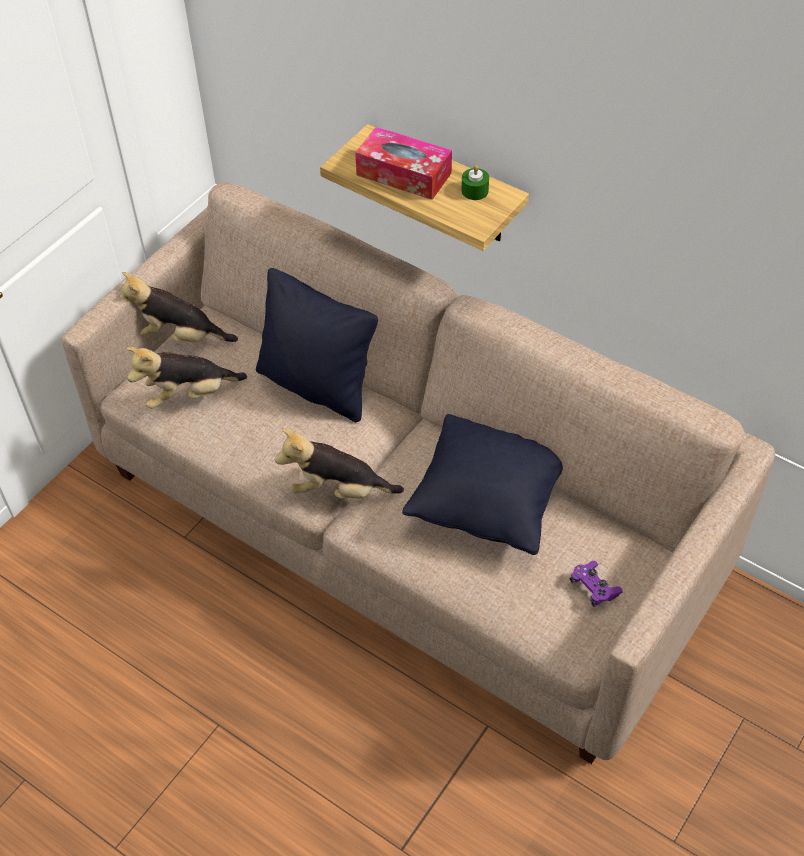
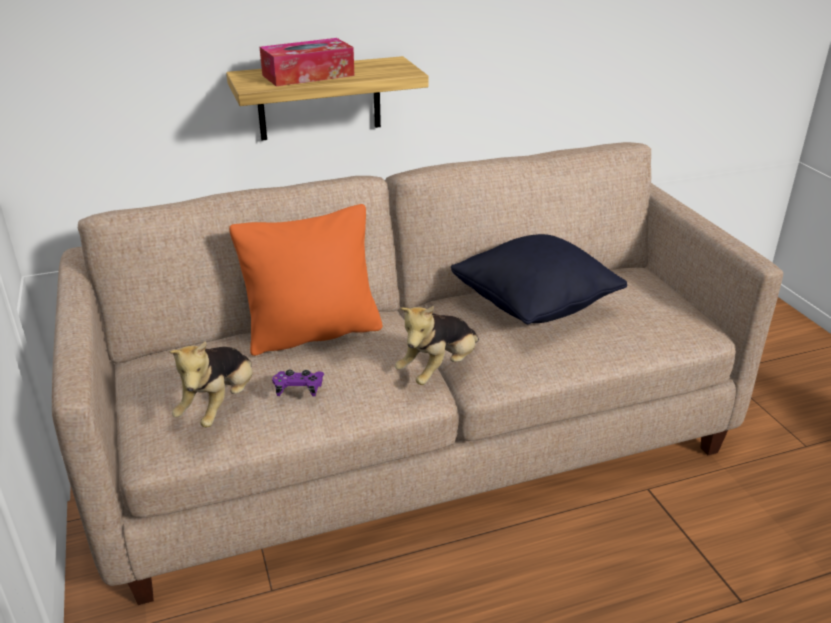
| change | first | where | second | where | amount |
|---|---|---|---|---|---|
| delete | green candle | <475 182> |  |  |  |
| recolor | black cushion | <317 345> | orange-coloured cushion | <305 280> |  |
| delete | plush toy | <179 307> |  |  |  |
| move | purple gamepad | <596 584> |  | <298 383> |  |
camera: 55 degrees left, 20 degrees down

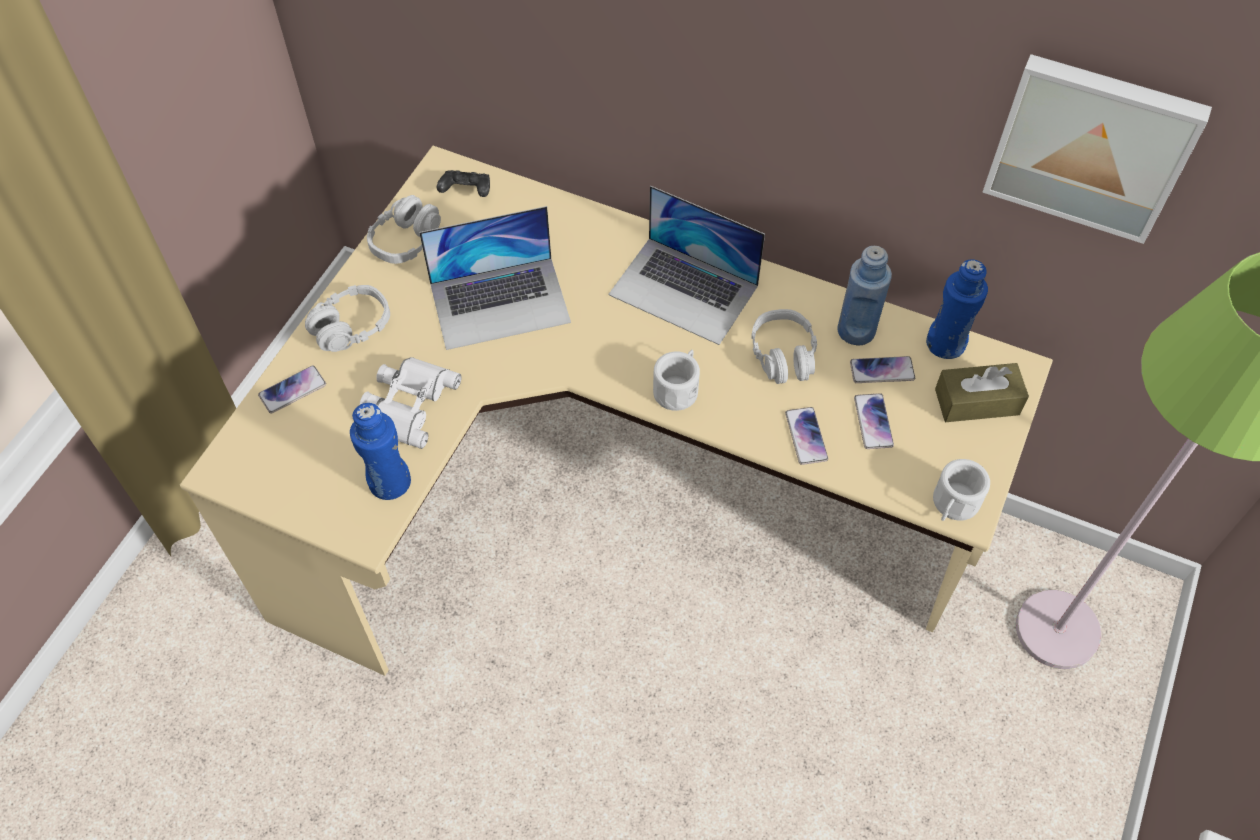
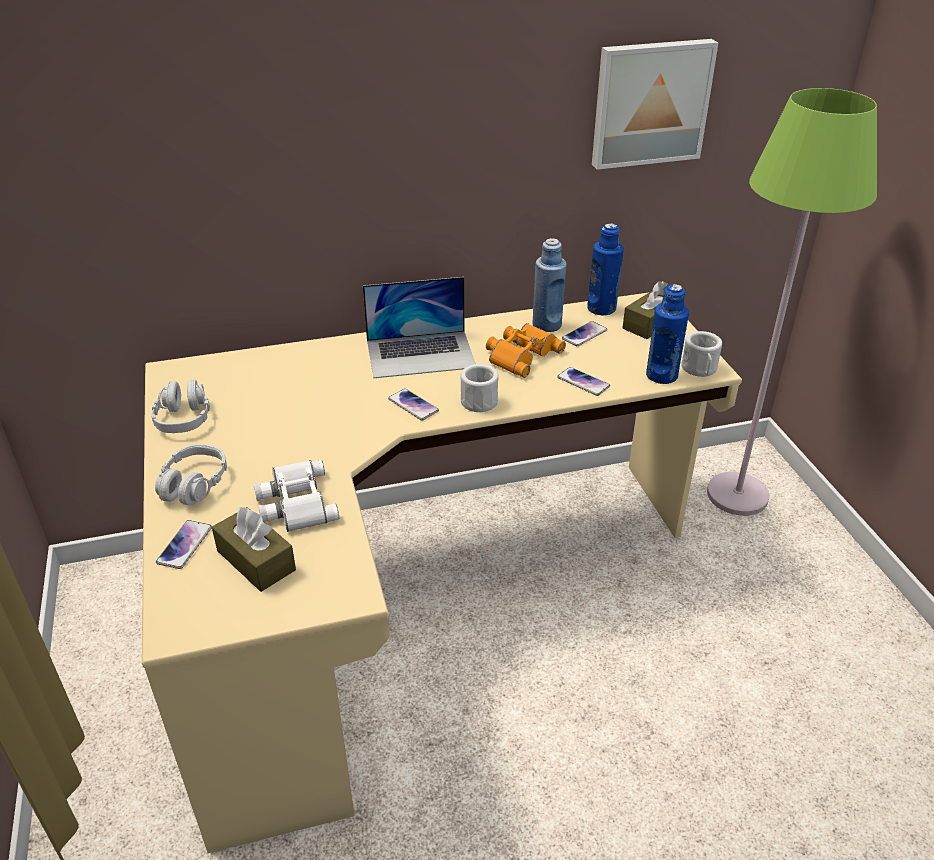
| change | first | where | second | where | amount |
|---|---|---|---|---|---|
| delete | black gamepad | <463 183> |  |  |  |
| delete | portable computer | <495 278> |  |  |  |
| replace | grey headphones | <784 346> | orange-coloured field glasses | <526 350> |  |
| move | telephone | <874 421> |  | <413 405> |  |
| move | blue drink bottle | <380 451> |  | <667 334> |  |
| insert |  |  | brown tissue box | <254 549> |  |
camera: 40 degrees left, 20 degrees down

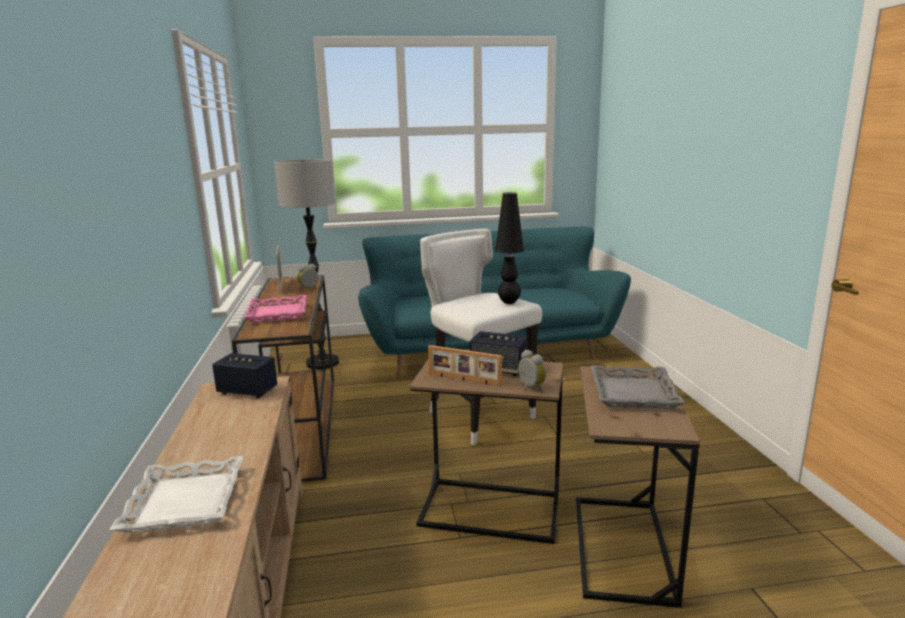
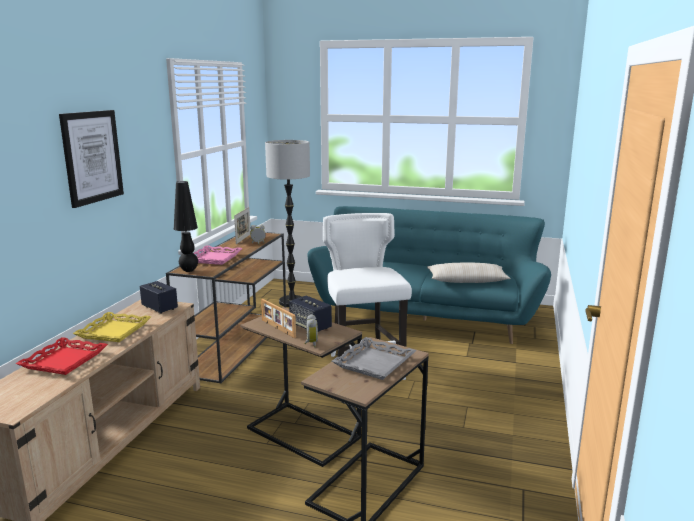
| change | first | where | second | where | amount |
|---|---|---|---|---|---|
| move | black table lamp | <509 248> |  | <186 226> |  |
| recolor | whitish tray | <177 494> | red-coloured tray | <62 356> |  |
| insert |  |  | wall picture | <91 159> |  |
| insert |  |  | beige cushion | <469 272> |  |
| insert |  |  | yellow tray | <112 327> |  |
camera: 25 degrees right, 0 degrees up

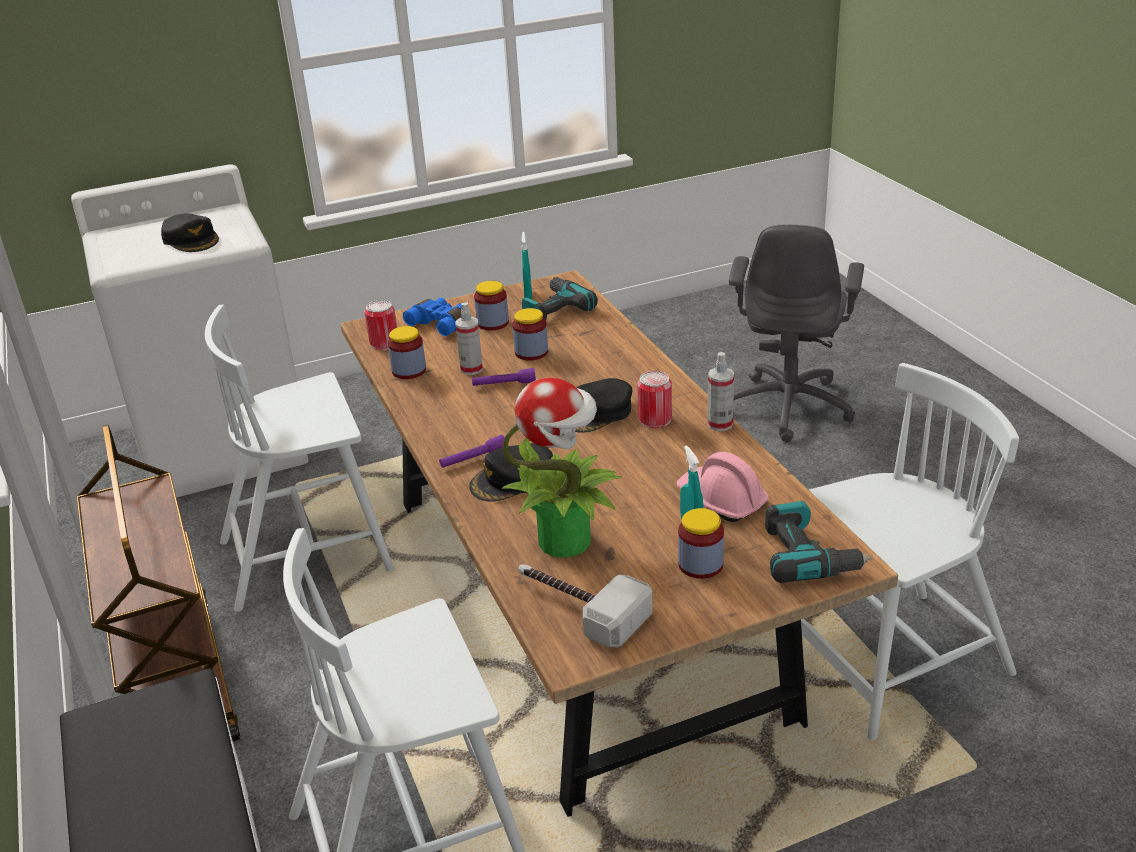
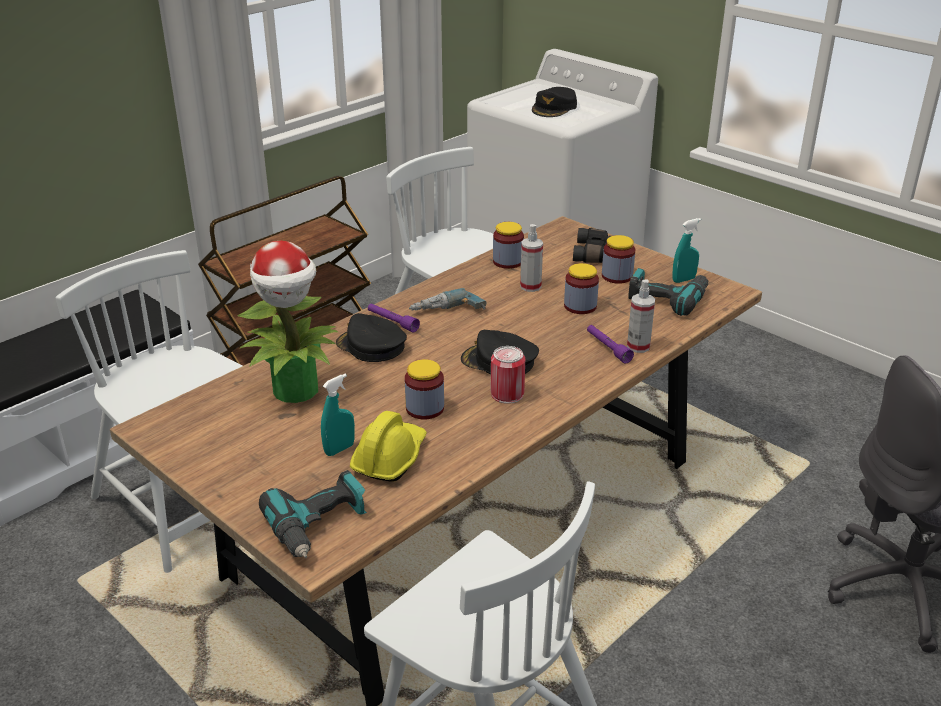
| change | first | where | second | where | amount |
|---|---|---|---|---|---|
| recolor | blue field glasses | <432 317> | black field glasses | <592 245> |  |
| delete | sealed can | <380 325> |  |  |  |
| move | spray bottle | <720 391> |  | <641 316> |  |
| move | purple torch | <504 377> |  | <610 344> |  |
| recolor | pinkish safety helmet | <723 487> | yellow safety helmet | <388 446> |  |
| move | storage jar | <701 543> |  | <424 389> |  |
| delete | hand hammer | <585 606> |  |  |  |
| insert |  |  | power drill | <447 299> |  |
camera: 65 degrees right, 0 degrees up

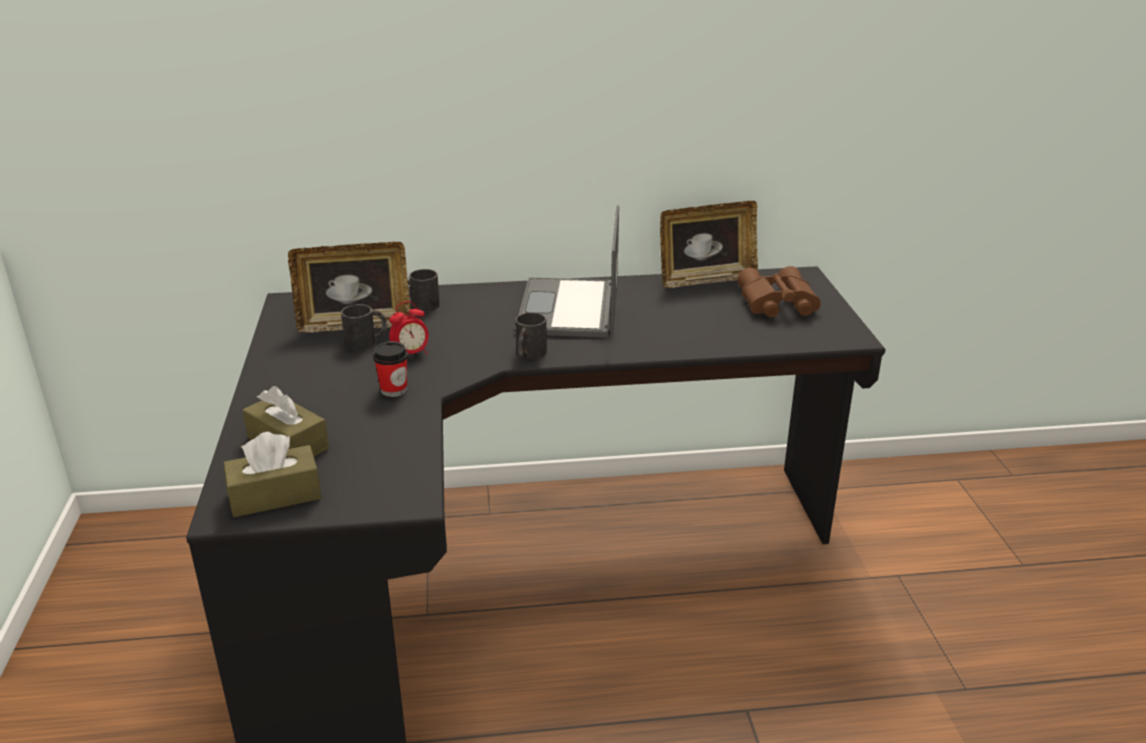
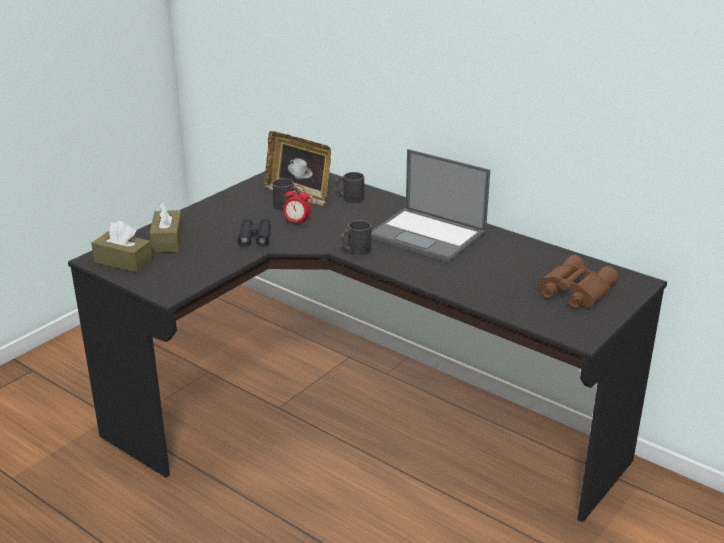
| change | first | where | second | where | amount |
|---|---|---|---|---|---|
| delete | photo frame | <709 244> |  |  |  |
| rotate | portable computer | <567 271> |  | <430 206> | 105 degrees counterclockwise |
| replace | cup | <390 369> | black field glasses | <254 233> |  |
camera: 45 degrees right, 0 degrees up

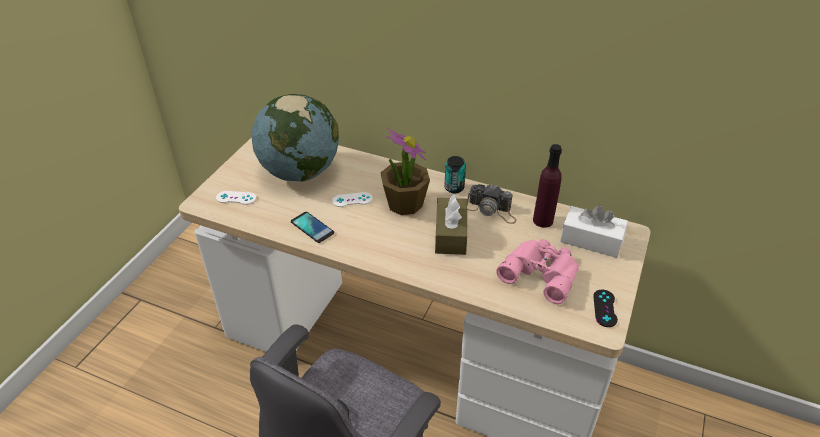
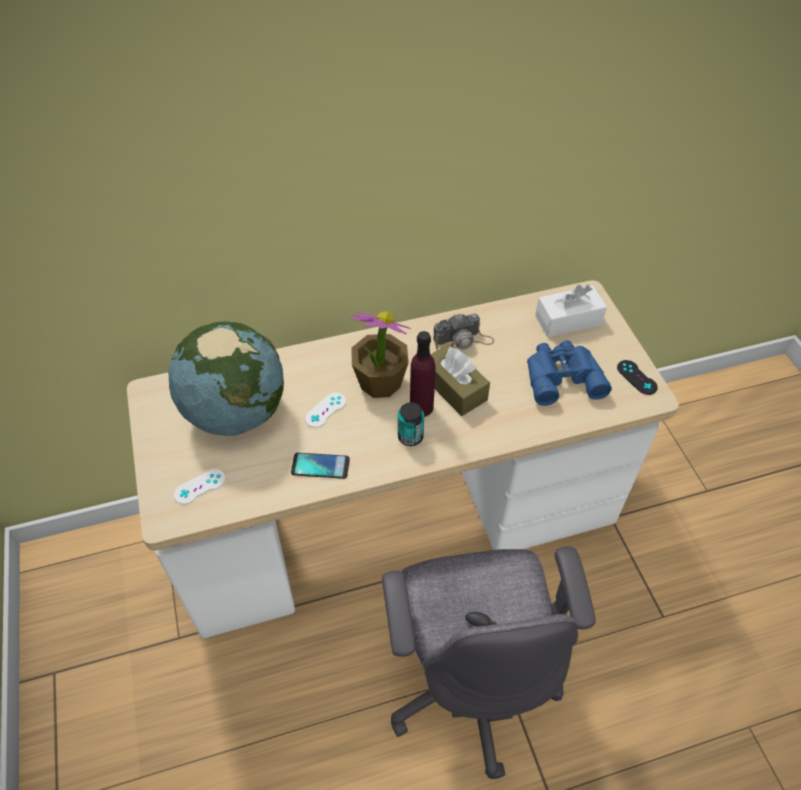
| change | first | where | second | where | amount |
|---|---|---|---|---|---|
| move | purple drink bottle | <547 186> |  | <422 374> |  |
| move | sealed can | <455 175> |  | <411 424> |  |
| recolor | pinkish field glasses | <537 271> | blue field glasses | <569 373> |  |
camera: 40 degrees left, 10 degrees up

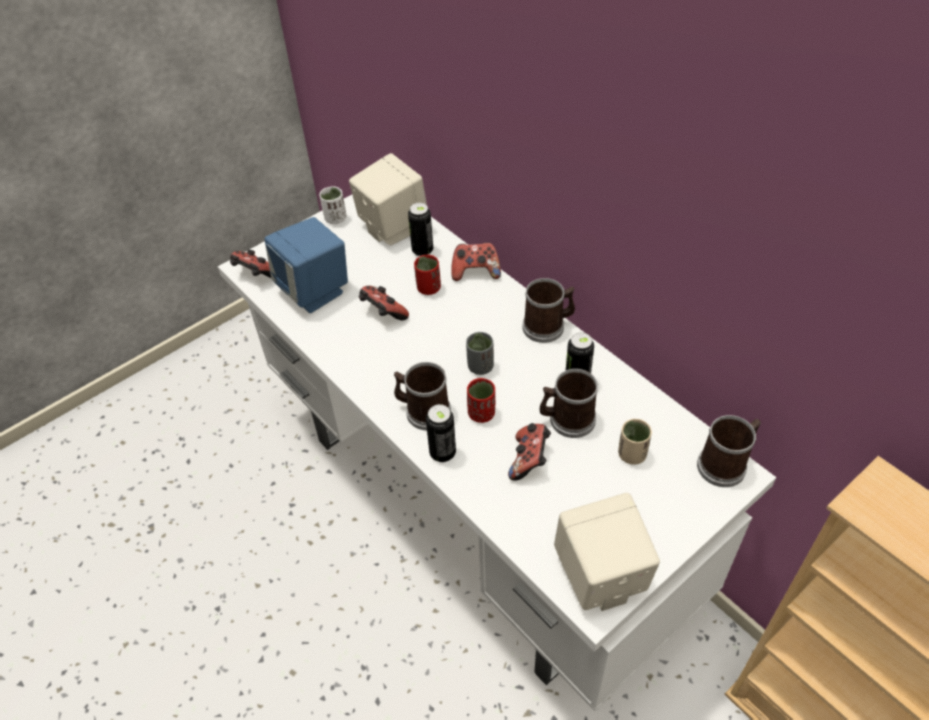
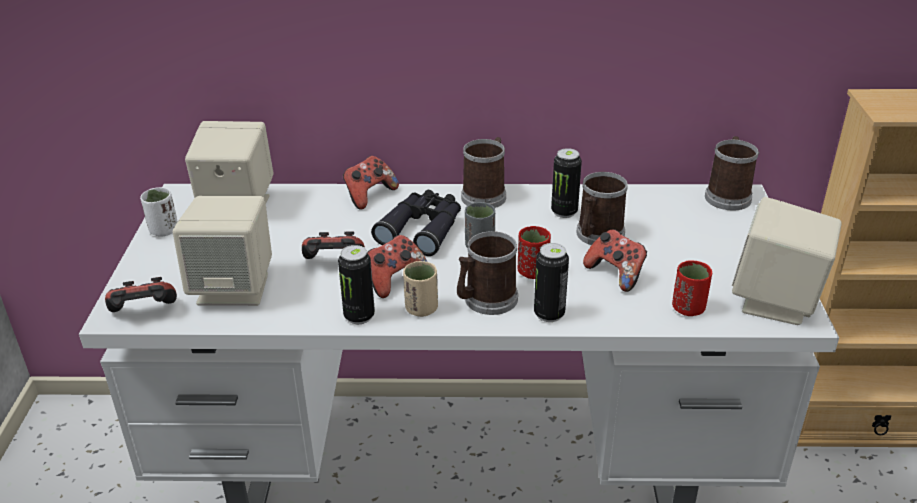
| change | first | where | second | where | amount |
|---|---|---|---|---|---|
| move | sealed can | <420 229> |  | <356 284> |  |
| recolor | blue speaker | <306 265> | beige speaker | <222 251> |  |
| move | red-coloured cup | <427 275> |  | <692 288> |  |
| move | beige cup | <635 442> |  | <420 289> |  |
| insert |  |  | black field glasses | <416 223> |  |
| insert |  |  | gamepad | <397 266> |  |
camera: 50 degrees left, 15 degrees down

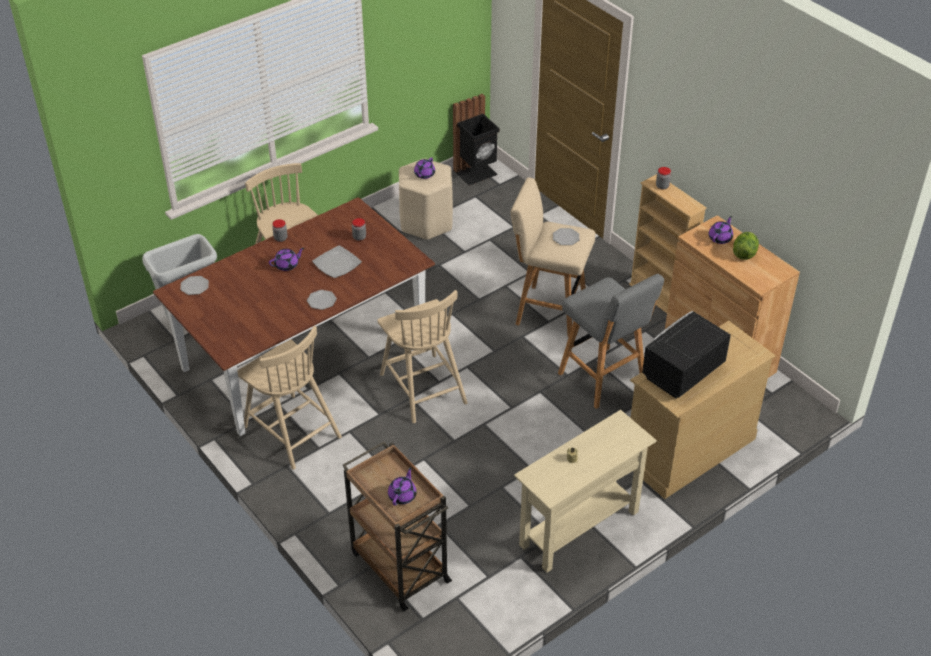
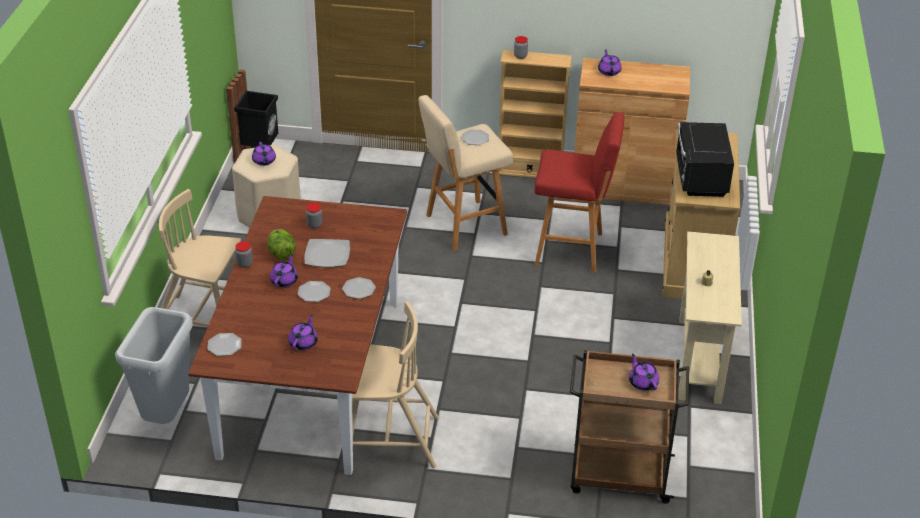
| change | first | where | second | where | amount |
|---|---|---|---|---|---|
| move | lettuce | <746 246> |  | <282 244> |  |
| recolor | grey sitting stool | <611 341> | red-coloured sitting stool | <579 192> |  |
| delete | beige plain chair | <422 356> |  |  |  |
| insert |  |  | plate | <314 291> |  |
| insert |  |  | purple teapot | <303 332> |  |
camera: 45 degrees left, 5 degrees down

